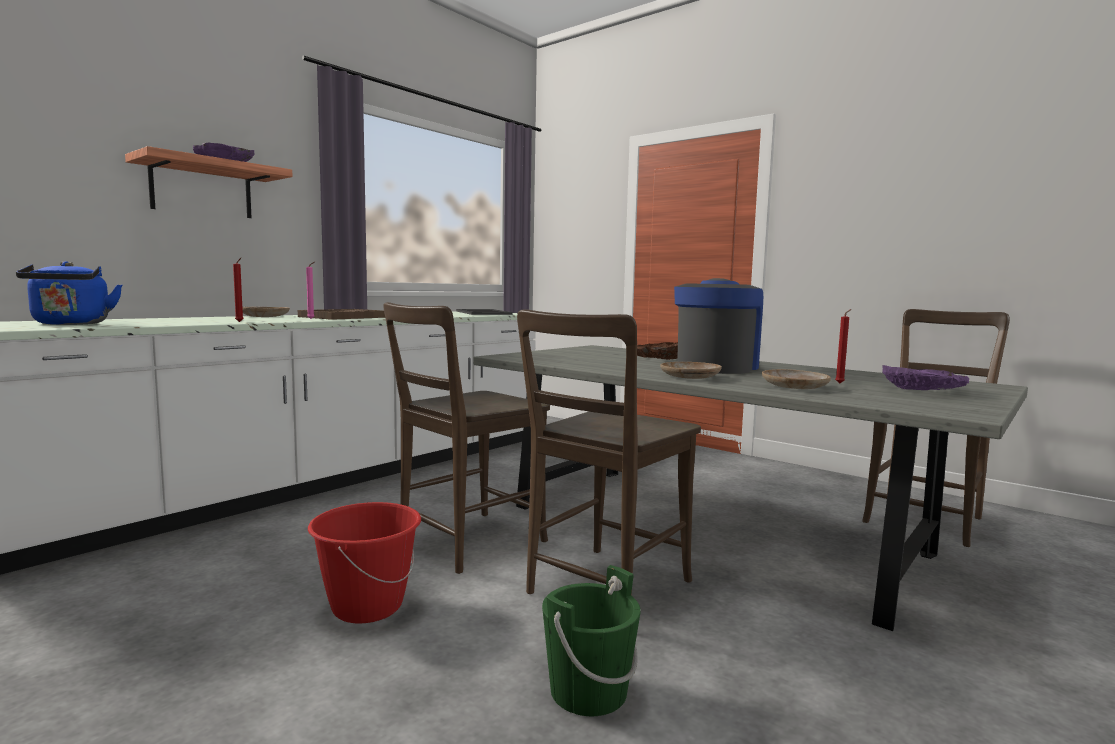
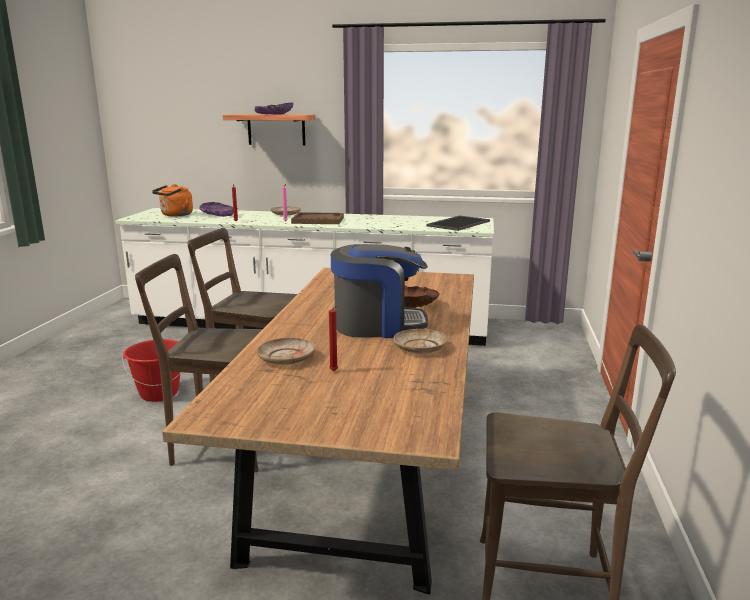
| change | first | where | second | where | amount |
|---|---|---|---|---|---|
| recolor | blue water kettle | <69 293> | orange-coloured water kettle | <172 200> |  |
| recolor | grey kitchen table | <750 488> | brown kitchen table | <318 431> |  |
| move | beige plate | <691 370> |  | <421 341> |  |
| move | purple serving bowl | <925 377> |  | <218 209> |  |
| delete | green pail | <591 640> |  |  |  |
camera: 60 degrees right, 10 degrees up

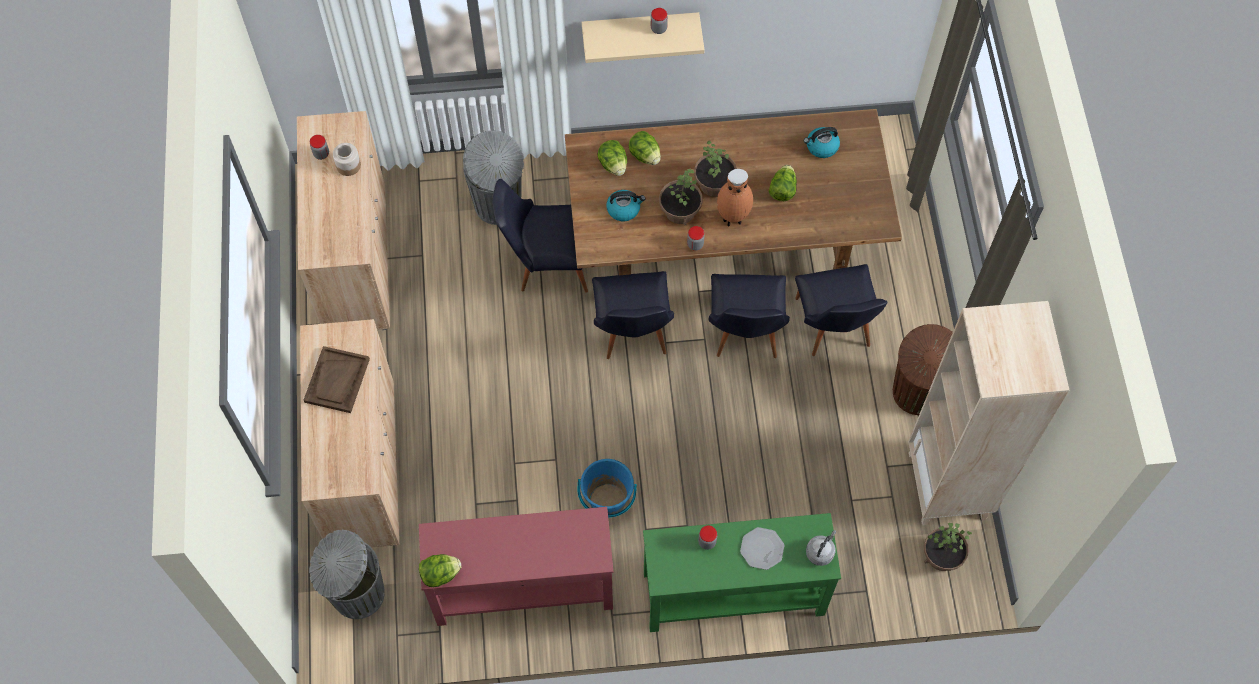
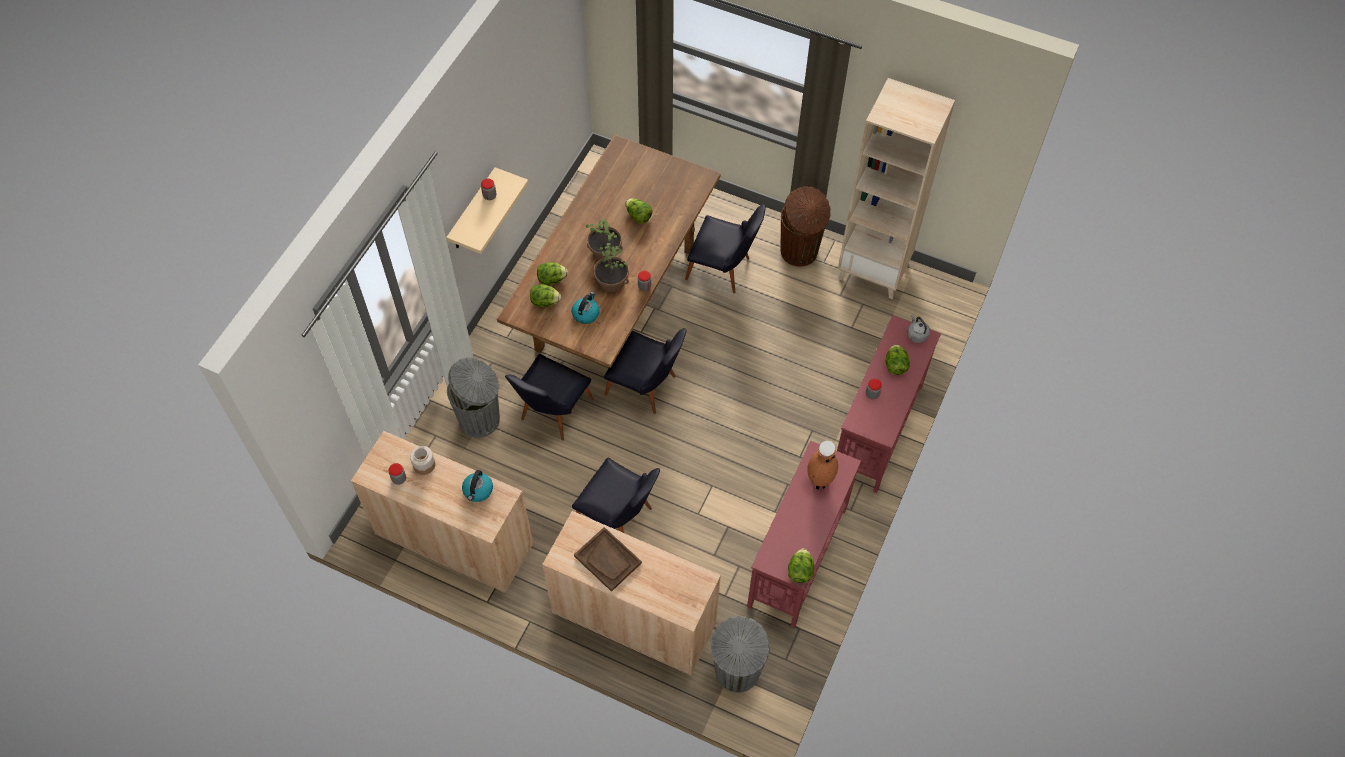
| change | first | where | second | where | amount |
|---|---|---|---|---|---|
| move | water kettle | <822 142> |  | <477 486> |  |
| move | brown flower vase | <735 197> |  | <822 465> |  |
| move | black plain chair | <749 316> |  | <616 495> |  |
| delete | blue pail | <607 488> |  |  |  |
| recolor | green console table | <742 572> | red-coloured console table | <889 404> |  |
| delete | plant in a pot | <948 547> |  |  |  |
| replace | plate | <762 548> | lettuce | <898 359> |  |
camera: 60 degrees left, 5 degrees down

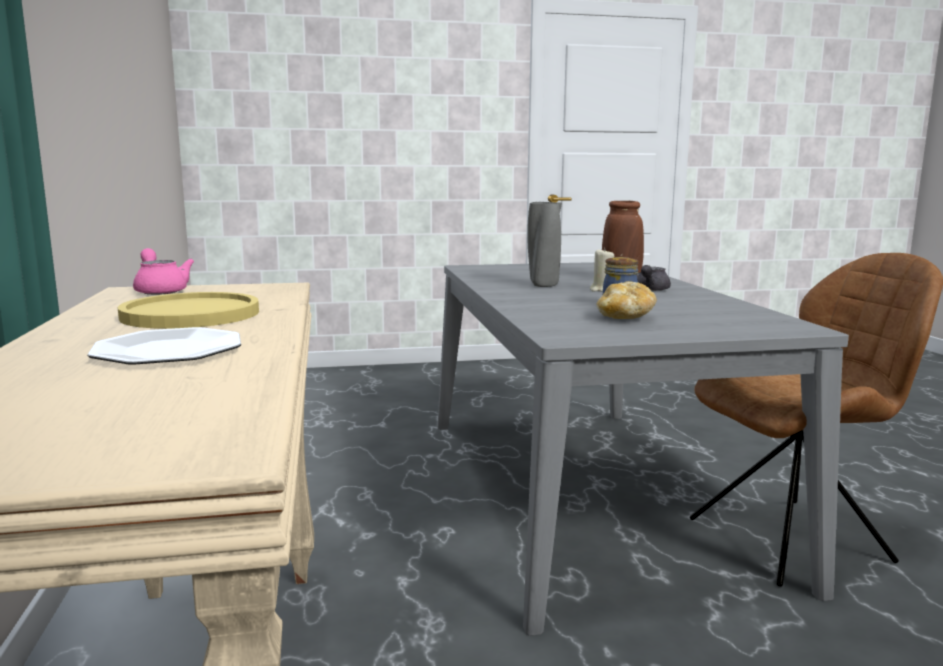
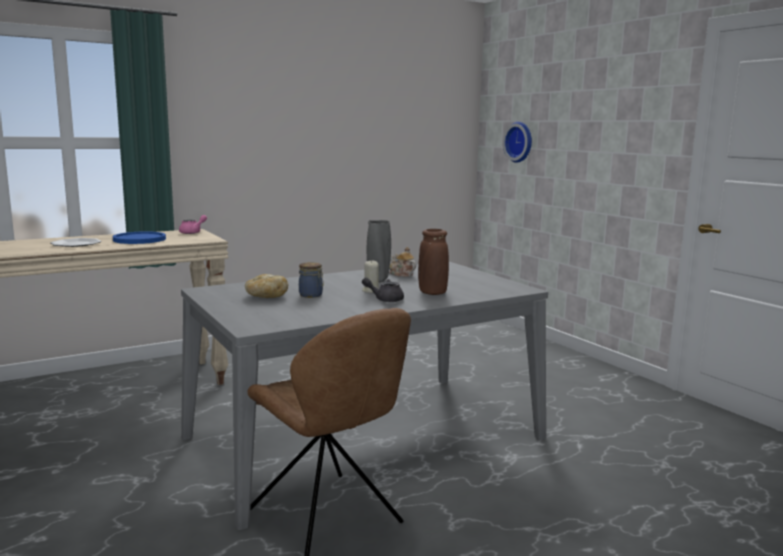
| change | first | where | second | where | amount |
|---|---|---|---|---|---|
| recolor | yellow plate | <188 310> | blue plate | <139 237> |  |
| insert |  |  | clock on the wall | <517 142> |  |
| insert |  |  | teapot | <403 262> |  |
camera: 70 degrees right, 0 degrees up

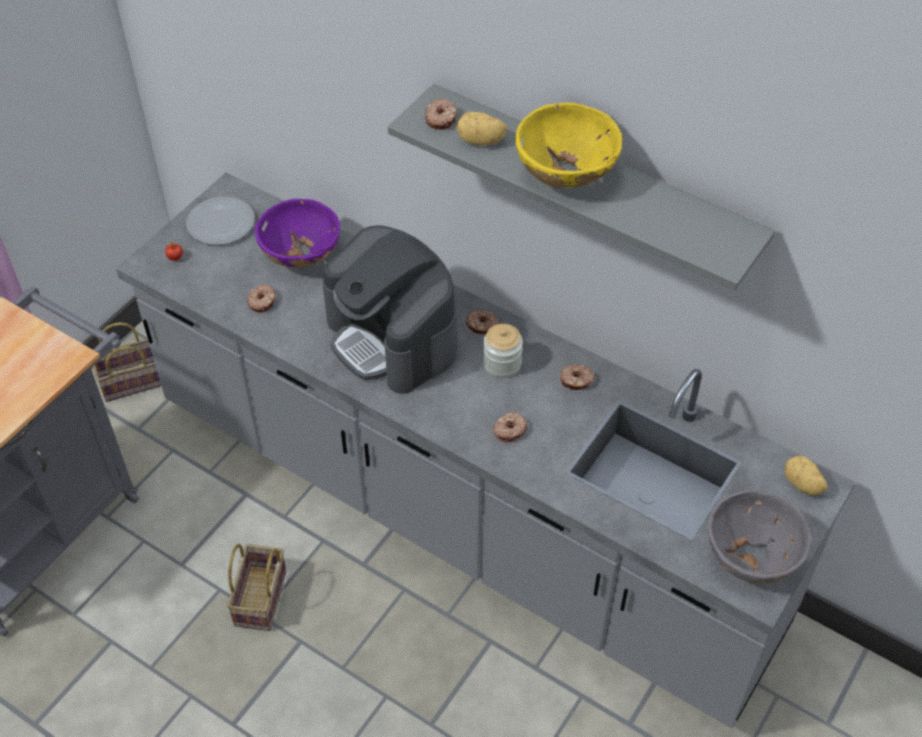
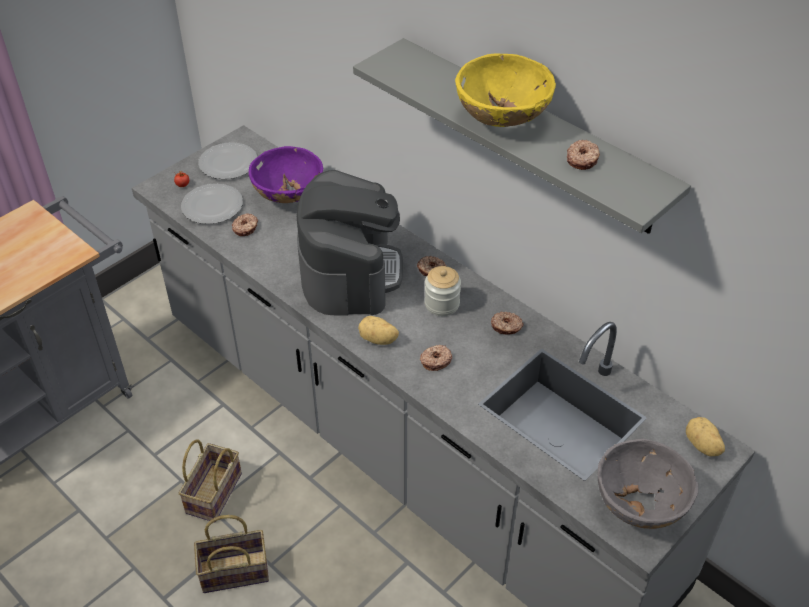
| change | first | where | second | where | amount |
|---|---|---|---|---|---|
| move | doughnut | <441 114> |  | <583 155> |  |
| move | spud | <481 129> |  | <378 330> |  |
| rotate | coffee brewer | <389 309> |  | <350 242> | 150 degrees counterclockwise |
| move | basket | <127 362> |  | <231 554> |  |
| insert |  |  | plate | <212 204> |  |
camera: 10 degrees right, 5 degrees down

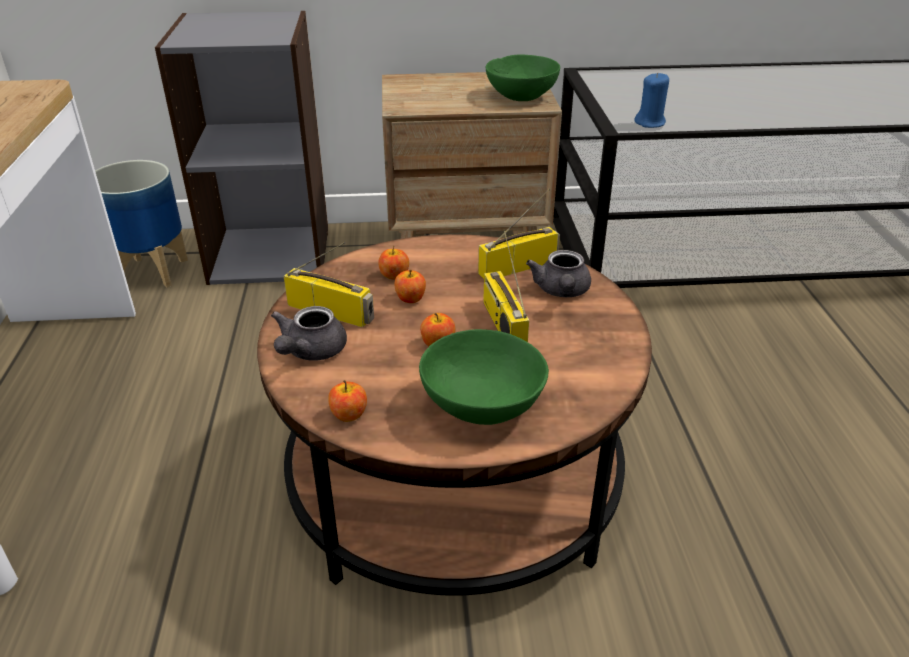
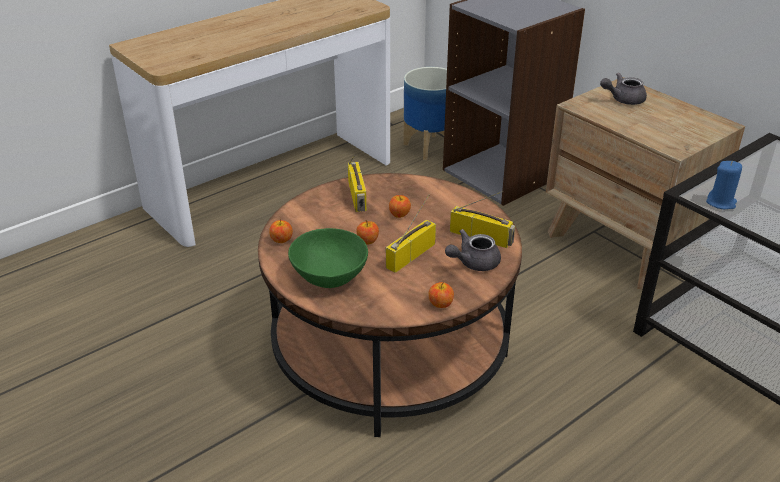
| change | first | where | second | where | amount |
|---|---|---|---|---|---|
| delete | green serving bowl | <523 77> |  |  |  |
| move | whole apple | <393 262> |  | <441 295> |  |
| move | grey teapot | <309 333> |  | <623 89> |  |
camera: 55 degrees right, 0 degrees up

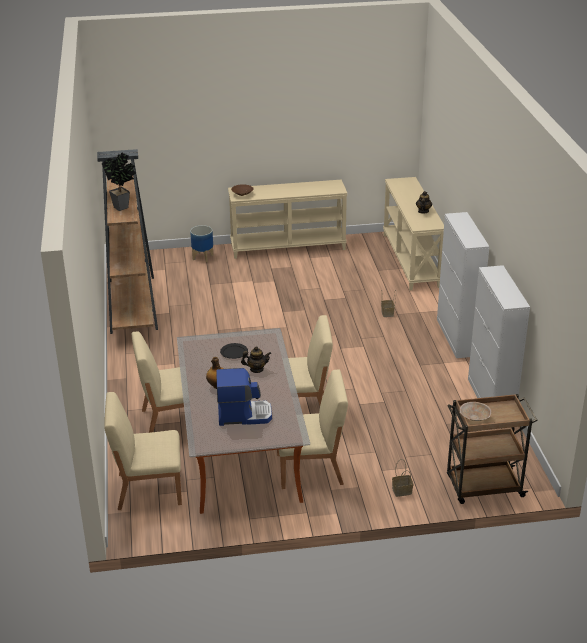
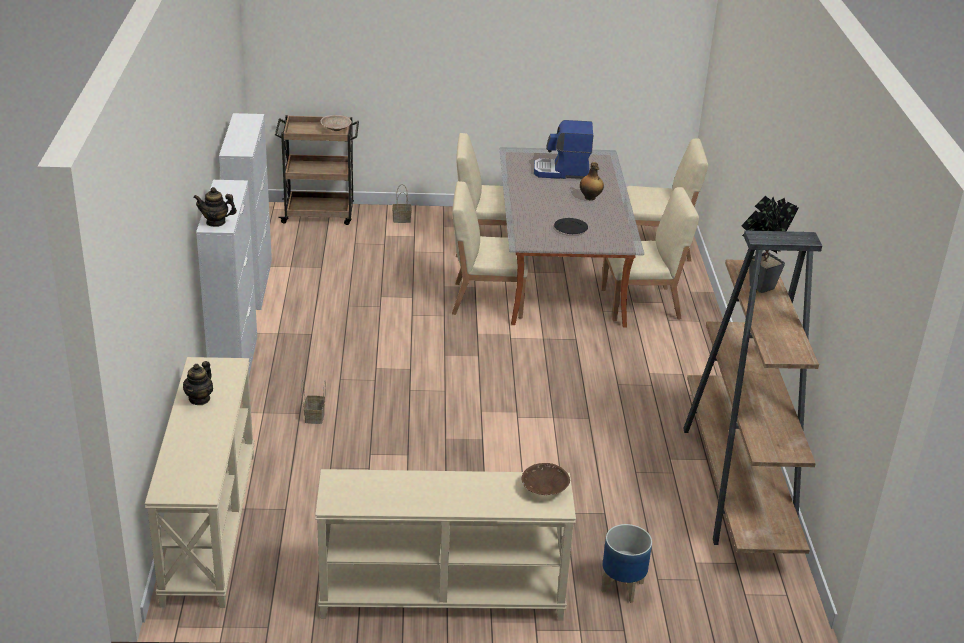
| change | first | where | second | where | amount |
|---|---|---|---|---|---|
| move | teapot | <256 359> |  | <215 207> |  |
camera: 175 degrees left, 0 degrees up

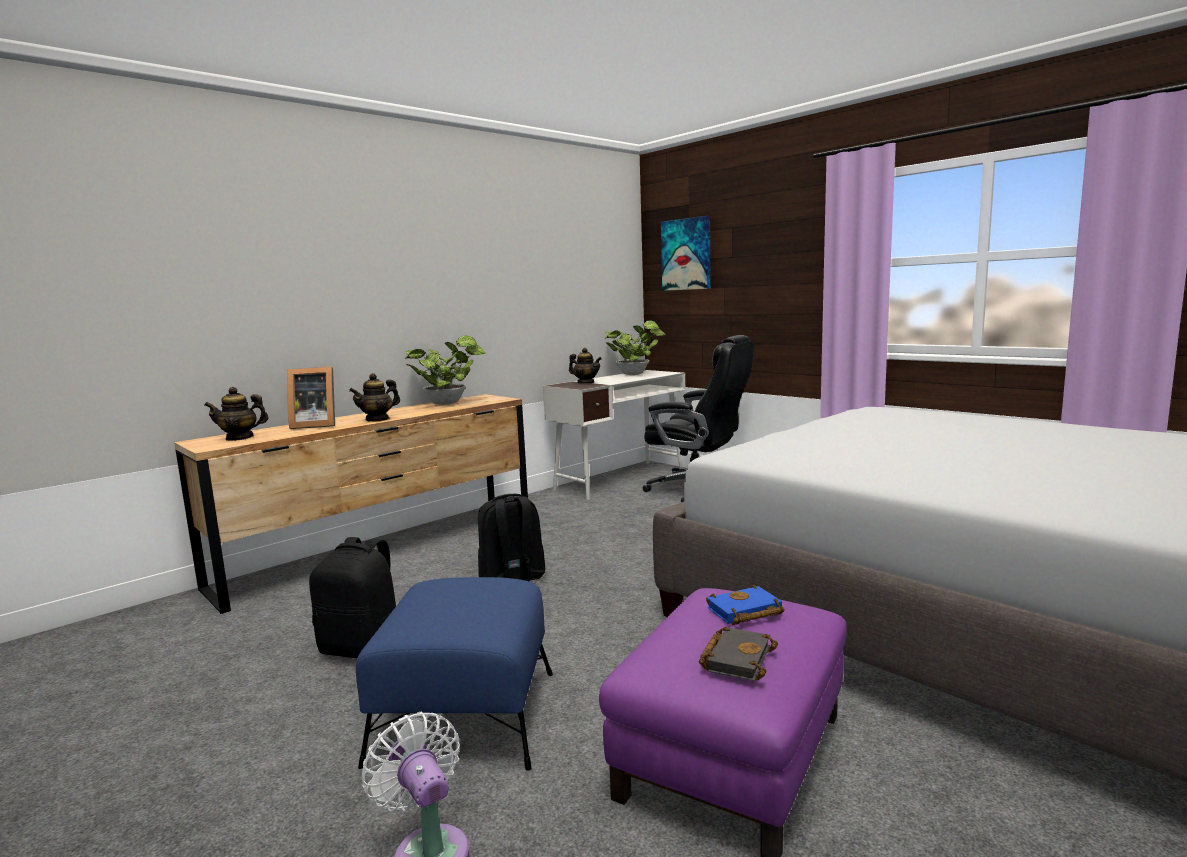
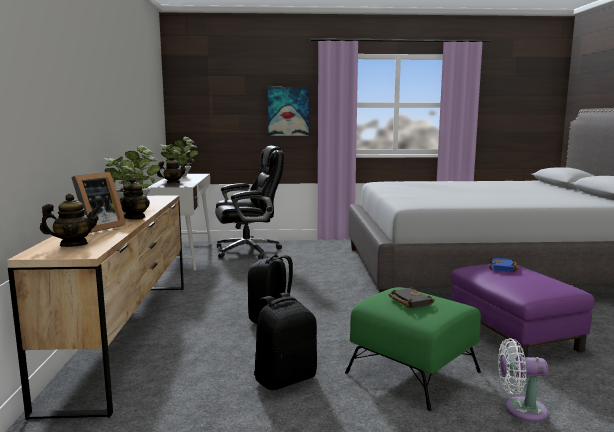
| change | first | where | second | where | amount |
|---|---|---|---|---|---|
| move | wall picture | <686 253> |  | <288 111> |  |
| rotate | teapot | <237 414> |  | <70 220> | 135 degrees counterclockwise |
| recolor | blue pouffe | <454 674> | green pouffe | <413 349> |  |
| move | black book | <738 654> |  | <412 298> |  |
camera: 50 degrees left, 0 degrees up

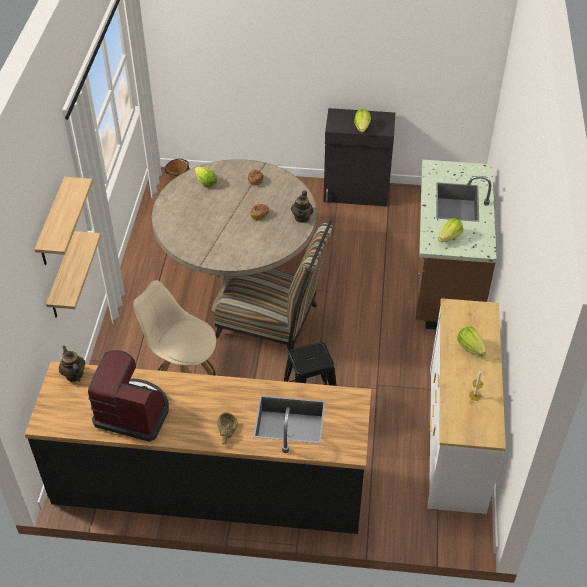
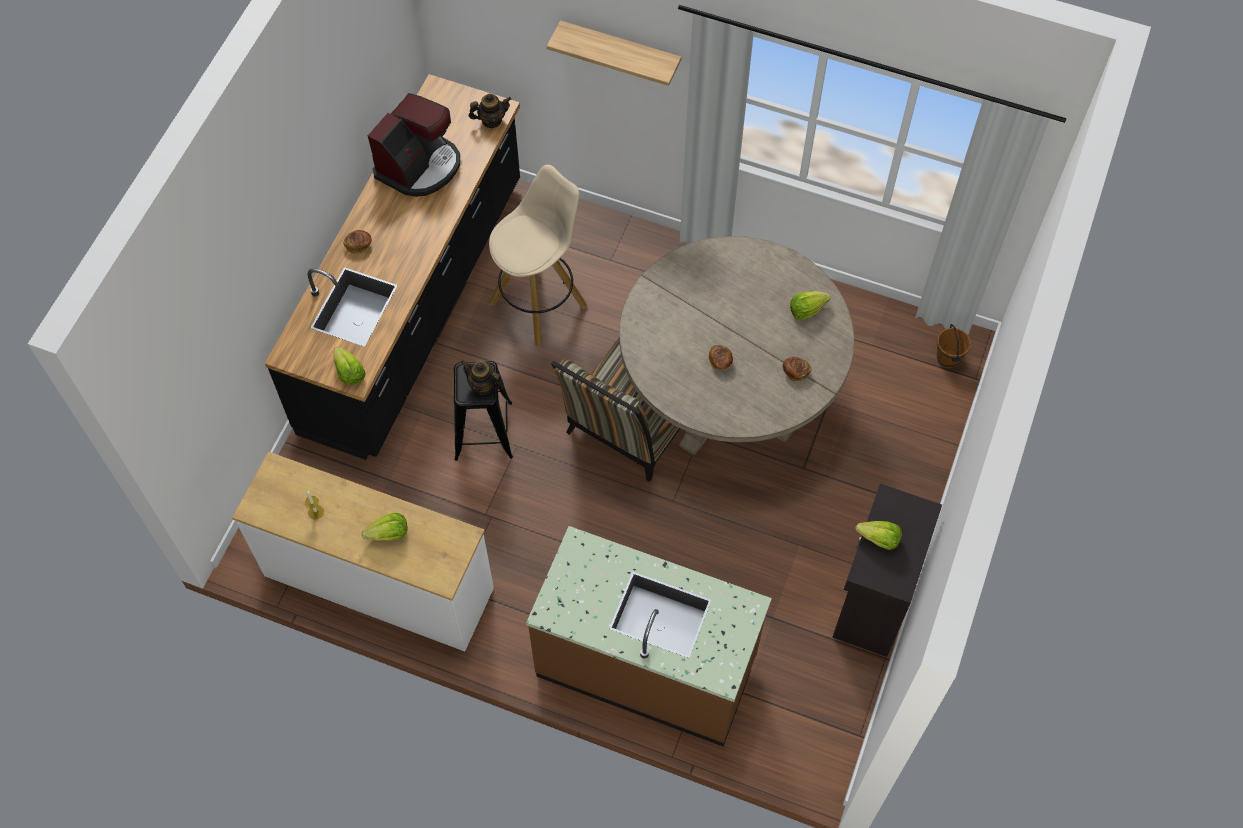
| change | first | where | second | where | amount |
|---|---|---|---|---|---|
| move | teapot | <302 207> |  | <481 377> |  |
| move | lettuce | <450 230> |  | <350 366> |  |
| delete | shelf | <73 274> |  |  |  |
| replace | brown serving bowl | <227 428> | baked bread | <358 242> |  |
camera: 105 degrees right, 15 degrees up

